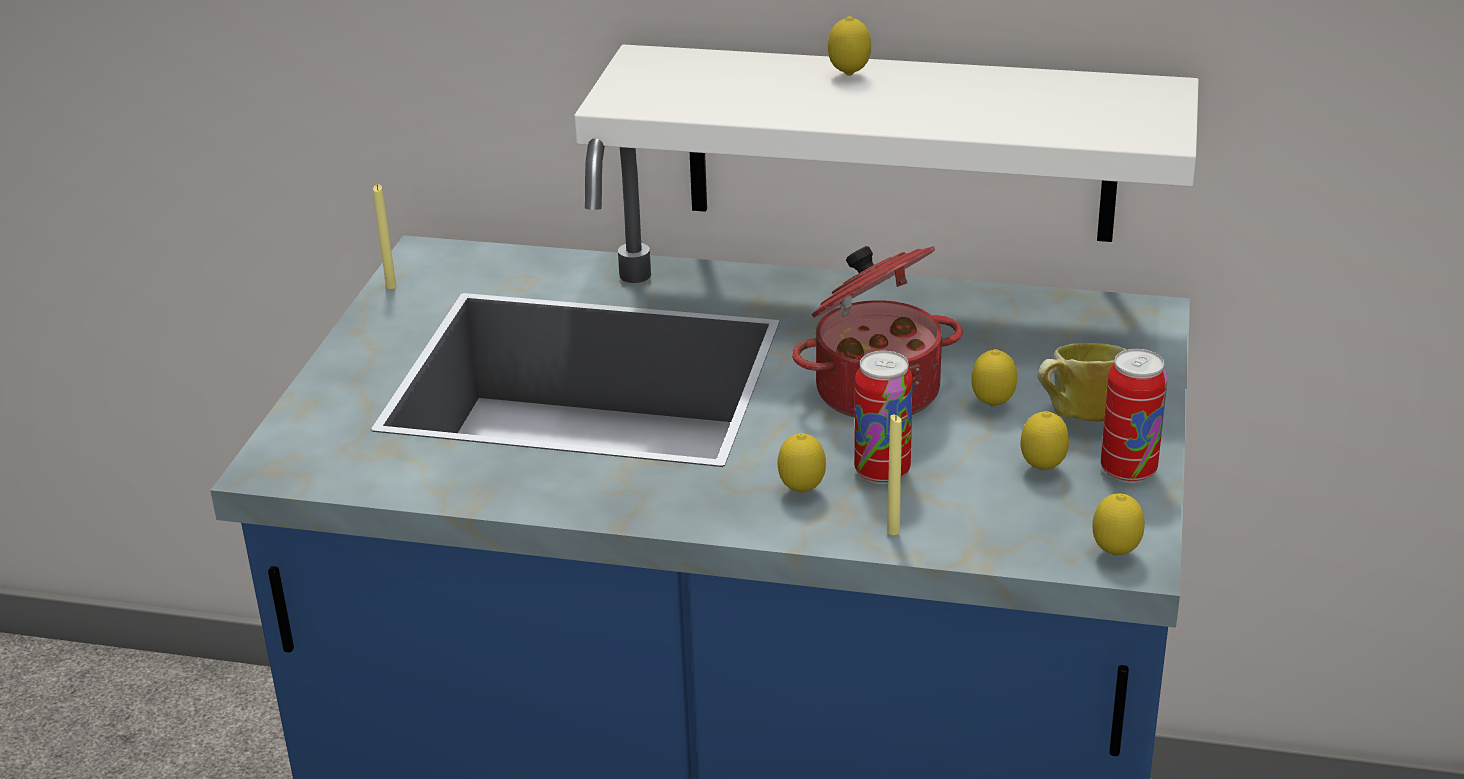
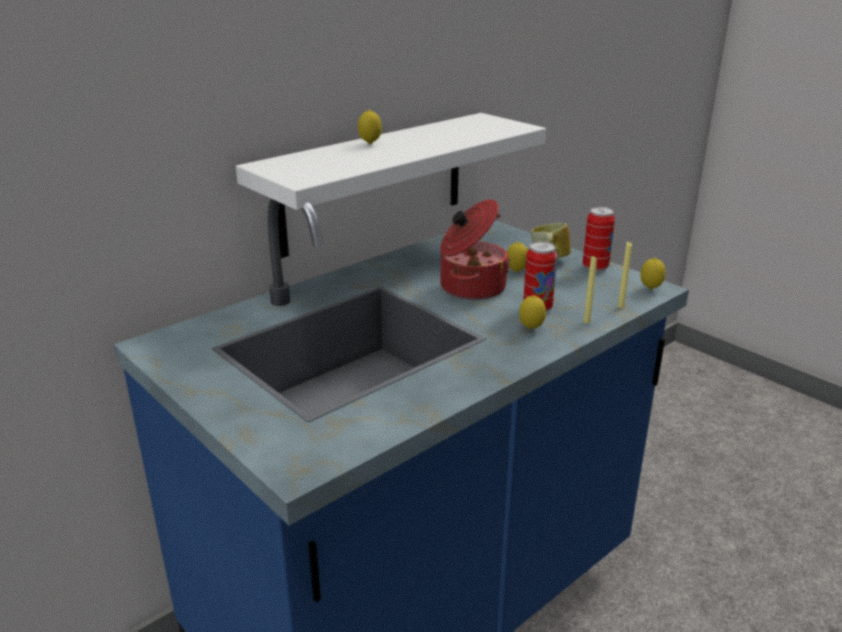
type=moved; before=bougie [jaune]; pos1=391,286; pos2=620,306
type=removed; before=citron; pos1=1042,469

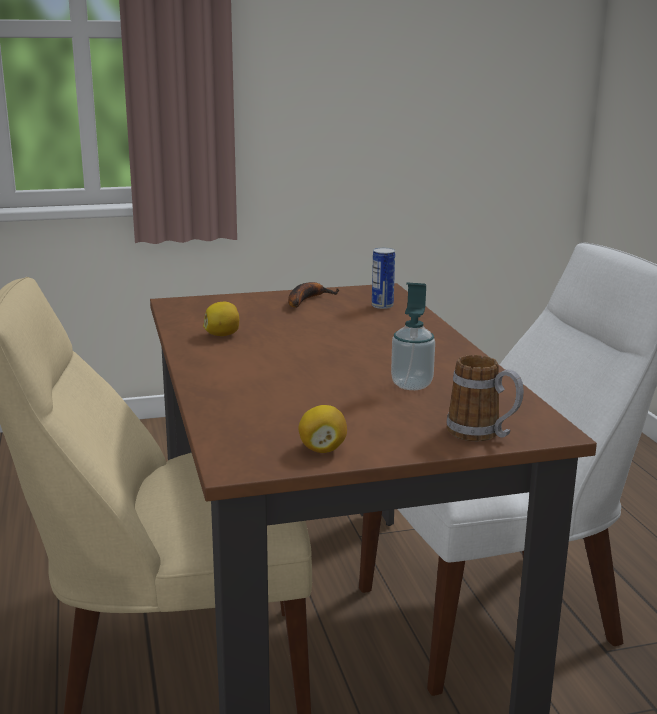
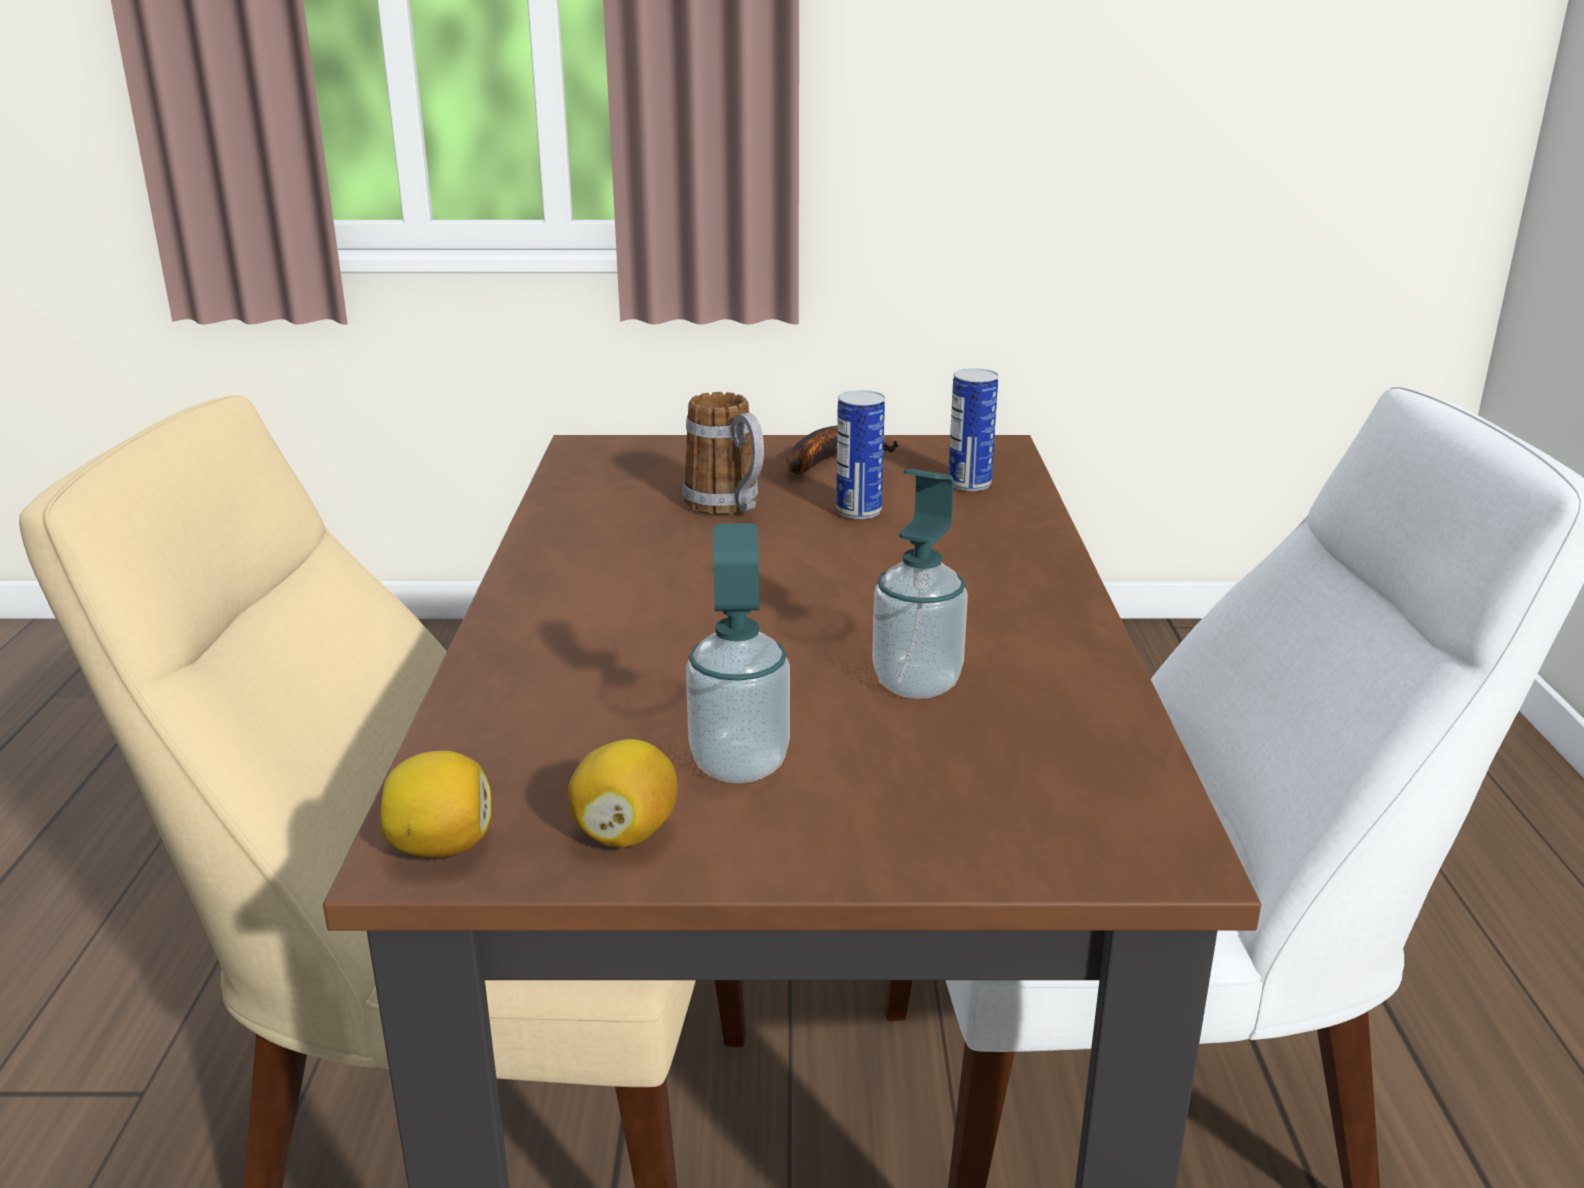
type=moved; before=citron; pos1=222,335; pos2=442,847
type=moved; before=mug; pos1=482,434; pos2=729,507
type=added; after=boîte métallique; pos2=858,511
type=added; after=distributeur de savon; pos2=739,764

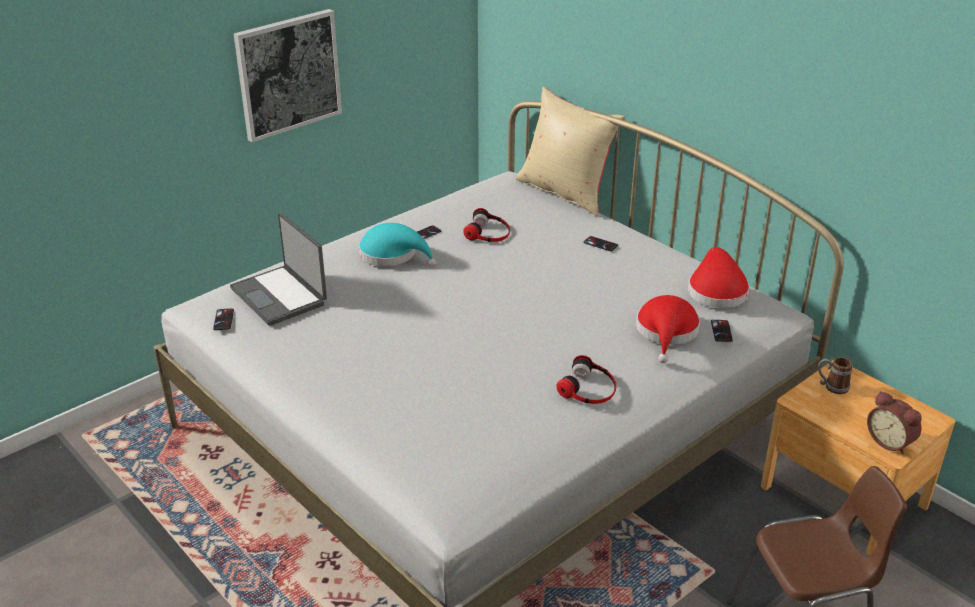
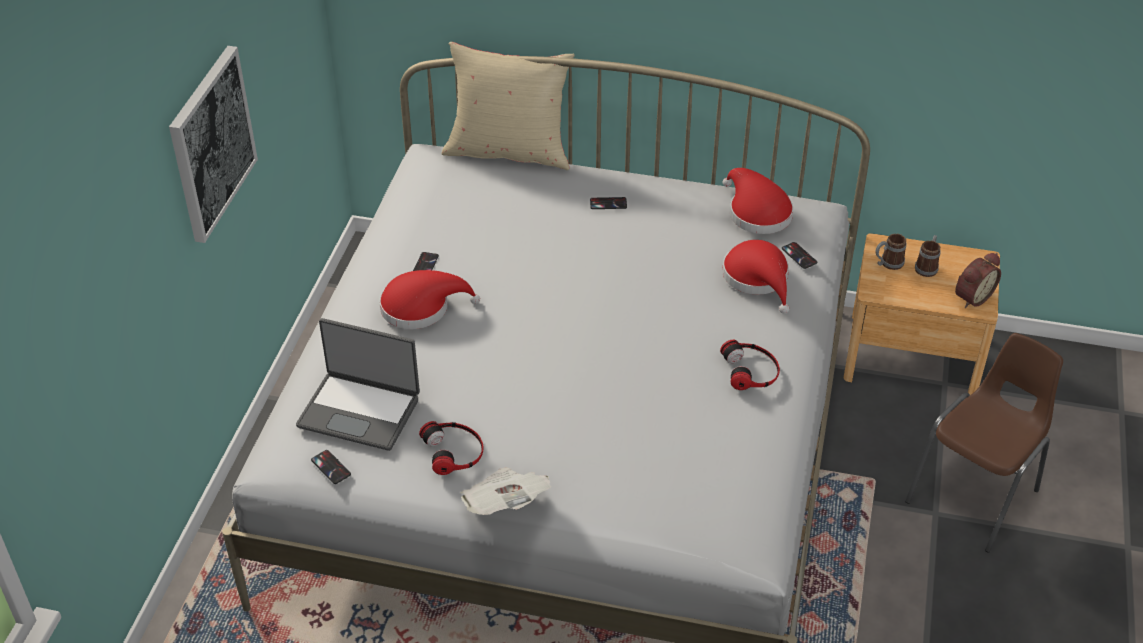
type=moved; before=casque audio; pos1=488,232; pos2=454,451
type=recoloured; before=chapeau [turquoise]; after=chapeau [rouge]; pos1=392,255; pos2=421,307
type=turned; before=réveil; pos1=890,441; pos2=971,297; turn=-60
type=added; after=mug; pos2=927,266
type=added; after=journal; pos2=505,505

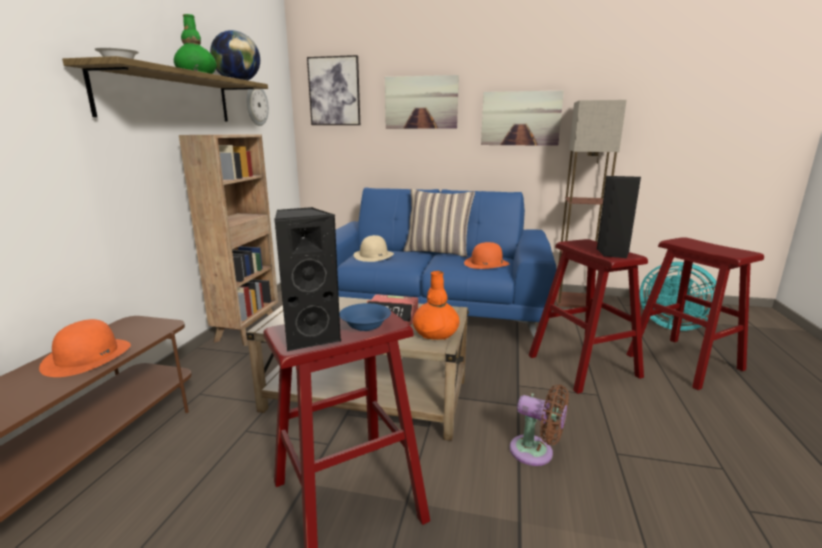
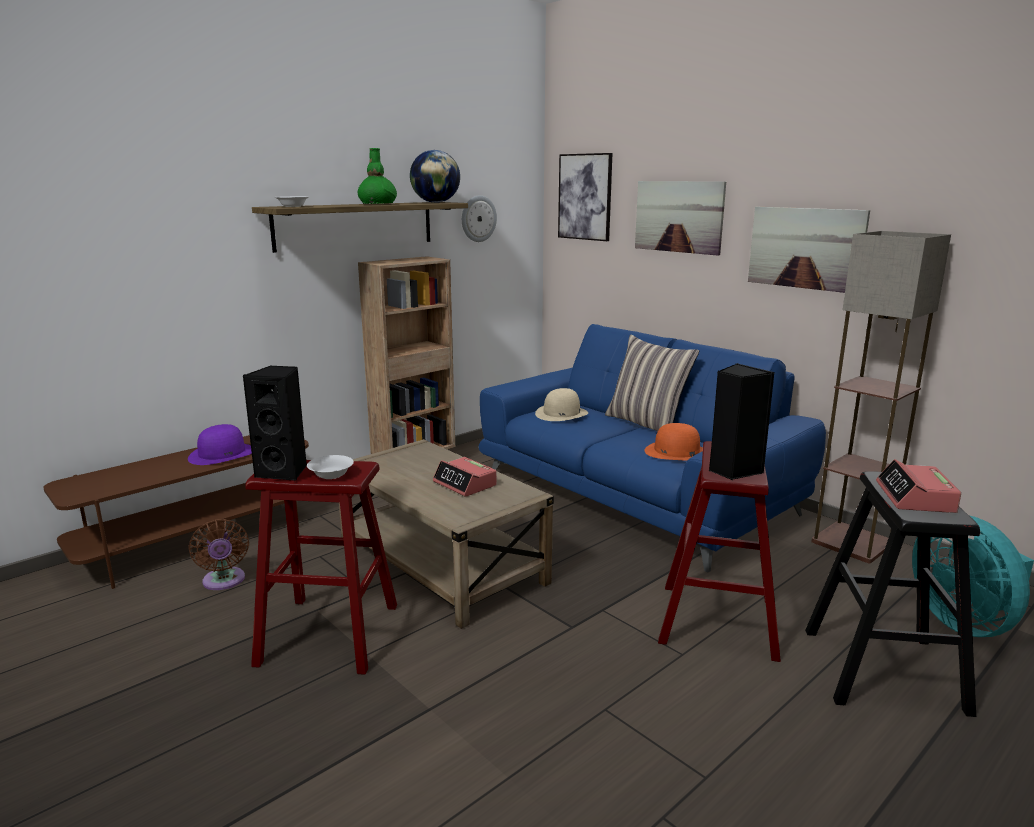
type=recoloured; before=tabouret [rouge]; after=tabouret [noir]; pos1=684,362; pos2=883,670
type=removed; before=vase [orange]; pos1=436,332
type=recoloured; before=bol [bleu]; after=bol [blanc]; pos1=364,326; pos2=330,475
type=recoloured; before=chapeau [orange]; after=chapeau [violet]; pos1=87,356; pos2=222,454
type=moved; before=ventilateur [marron]; pos1=536,452; pos2=224,582
type=added; after=réveil; pos2=915,498

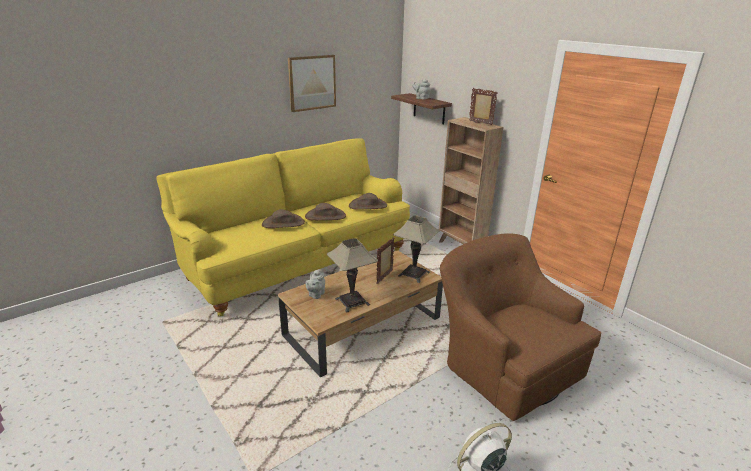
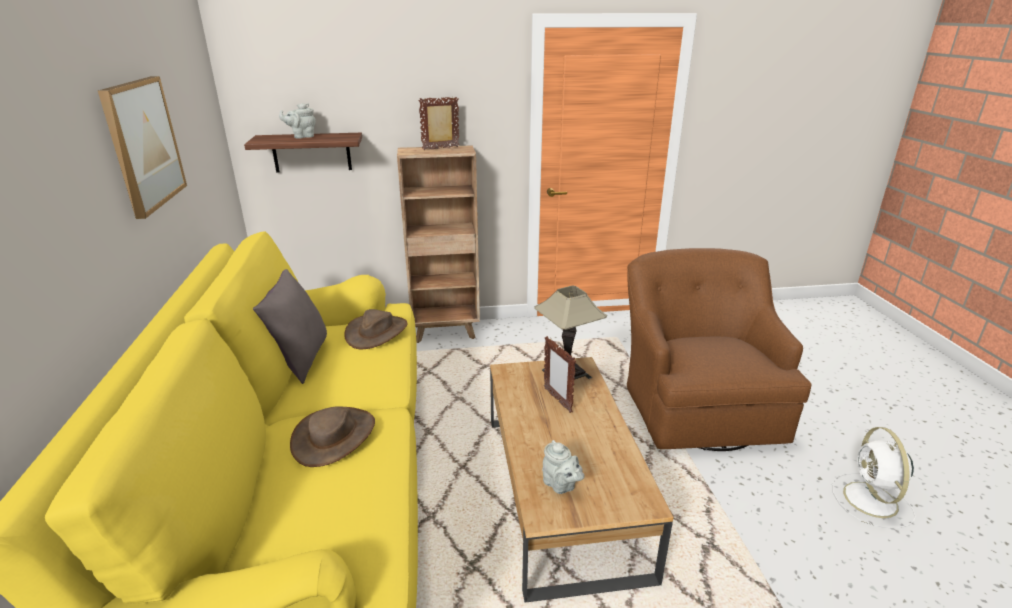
type=removed; before=chapeau [marron]; pos1=325,216
type=turned; before=fauteuil [marron]; pos1=504,364; pos2=697,404; turn=90
type=removed; before=lampe de table; pos1=352,302
type=added; after=coussin [gris]; pos2=300,360

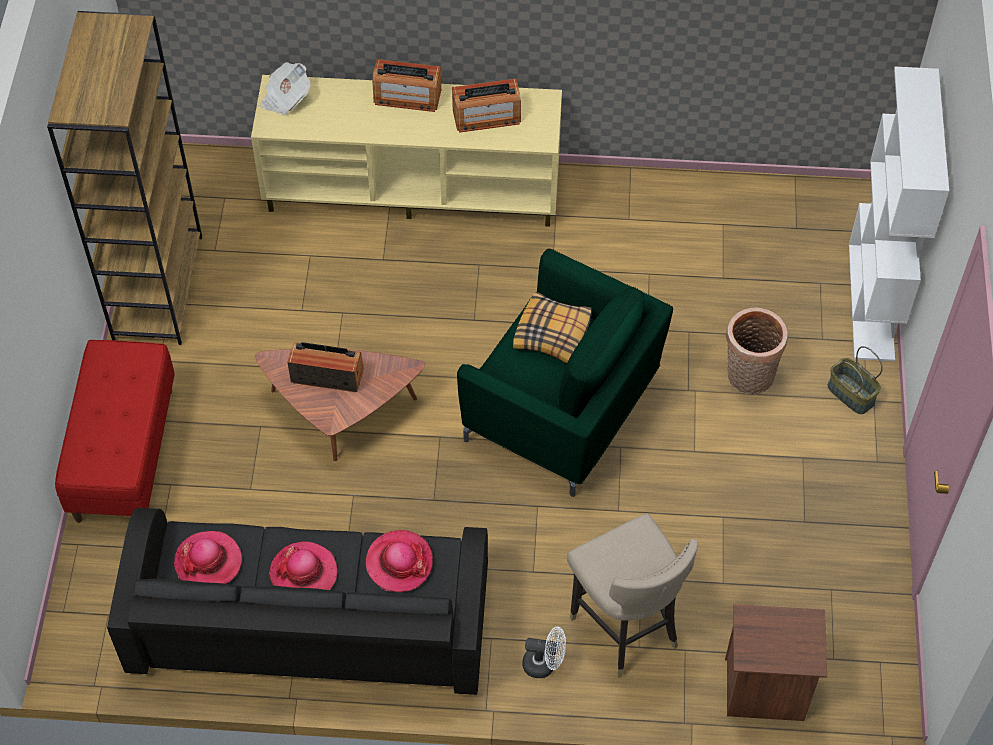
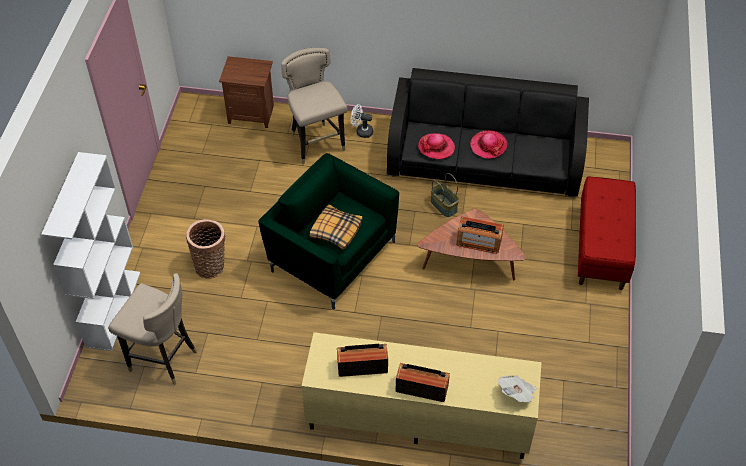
type=removed; before=bibliothèque [marron]; pos1=157,287
type=moved; before=panier; pos1=850,394; pos2=444,206
type=removed; before=chapeau; pos1=208,561
type=added; after=tabouret [beige]; pos2=163,359

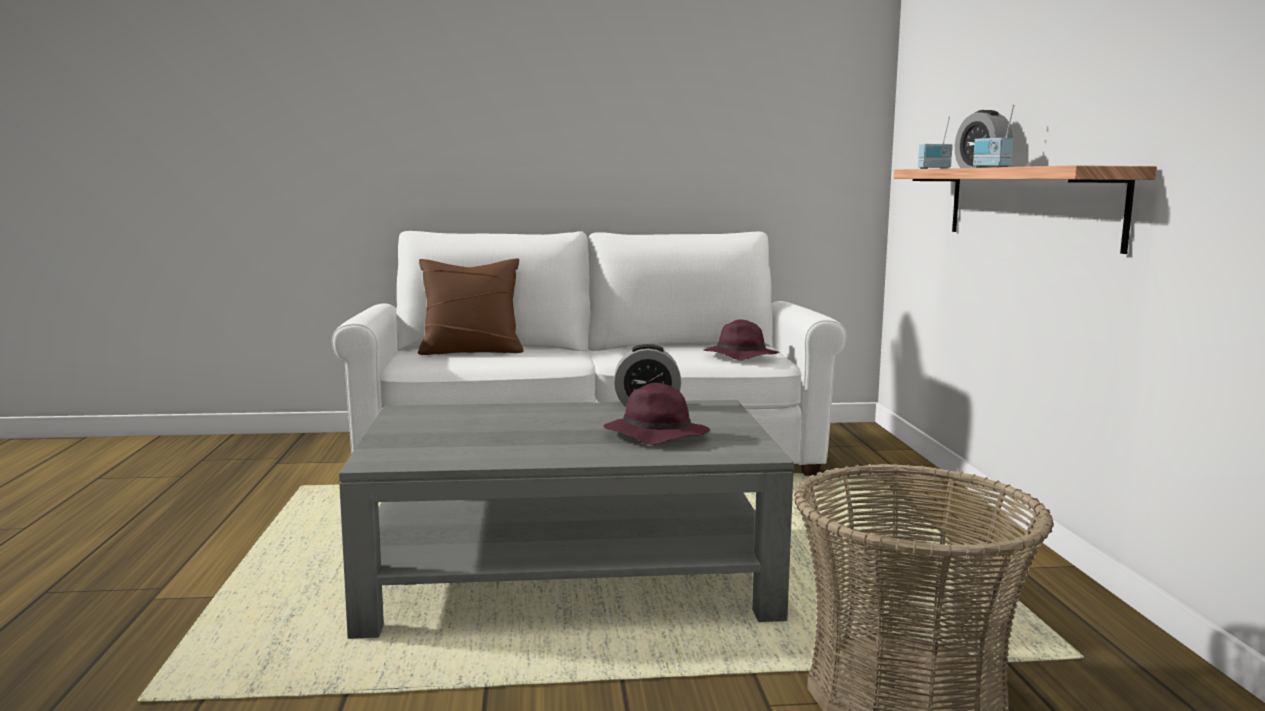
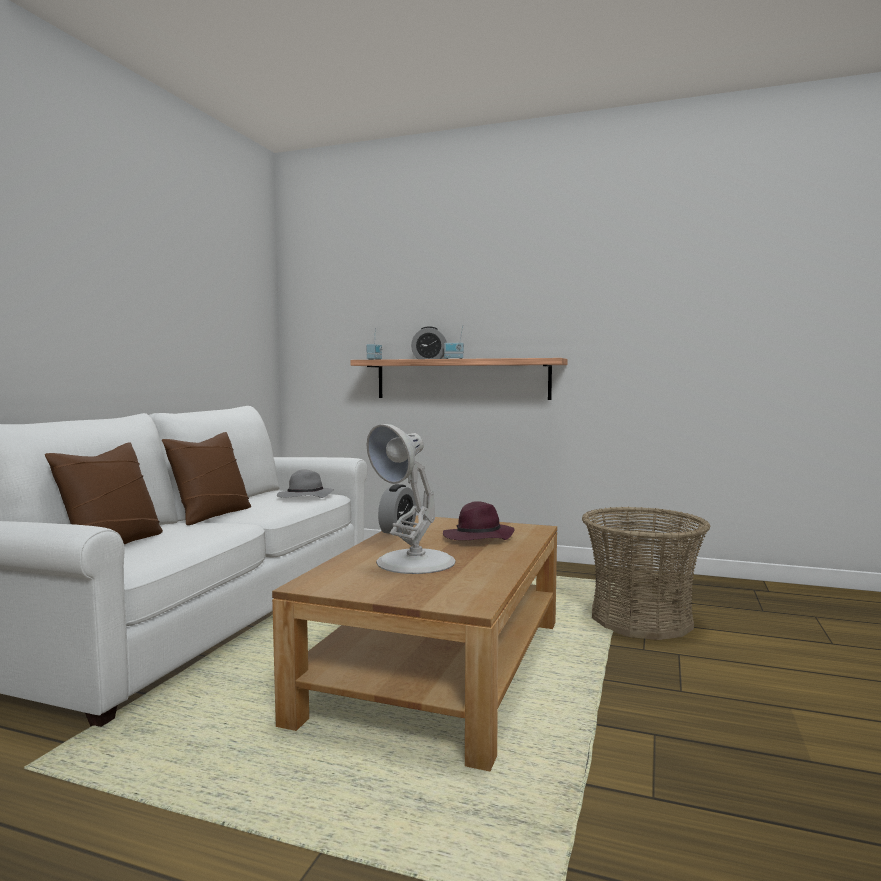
type=recoloured; before=chapeau [violet]; after=chapeau [gris]; pos1=739,357; pos2=304,497
type=recoloured; before=table basse [gris]; after=table basse [marron]; pos1=569,576; pos2=440,666
type=added; after=lampe de table [blanc]; pos2=414,562
type=added; after=coussin [marron]; pos2=211,515

